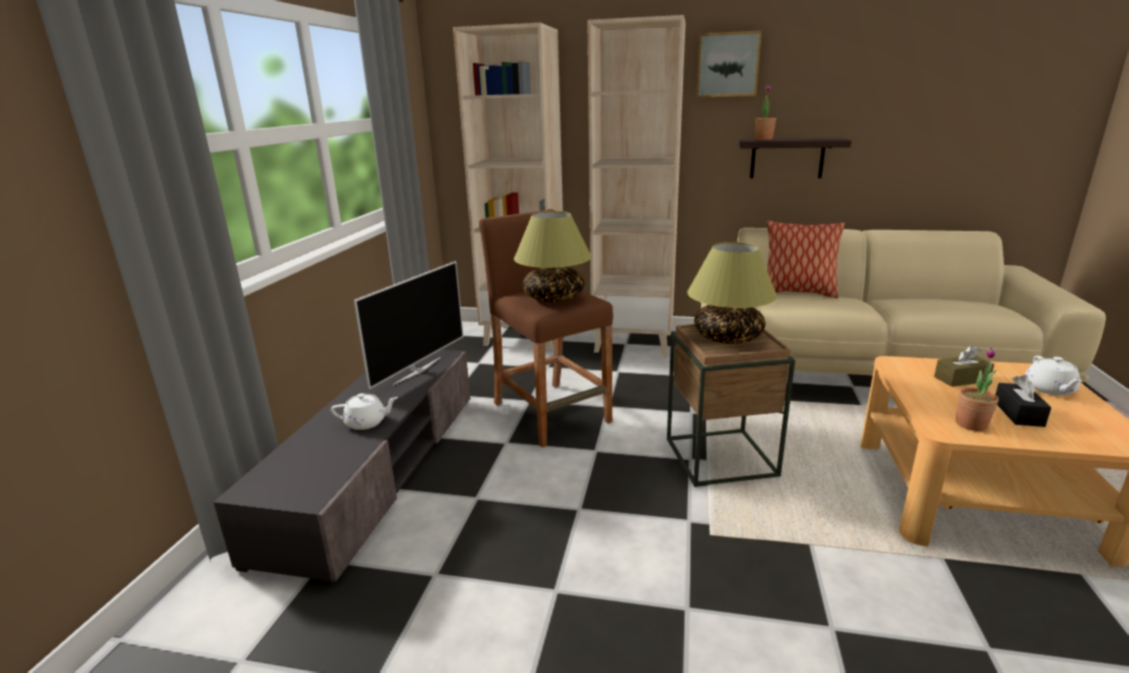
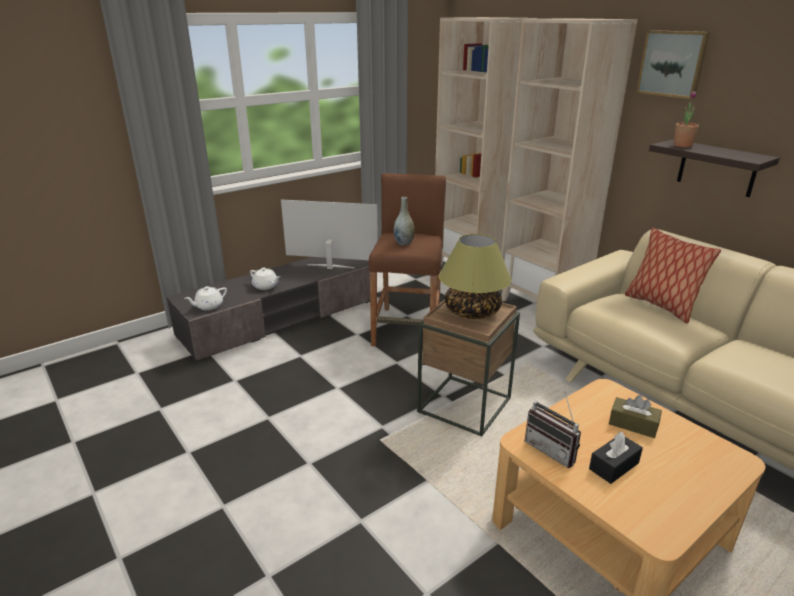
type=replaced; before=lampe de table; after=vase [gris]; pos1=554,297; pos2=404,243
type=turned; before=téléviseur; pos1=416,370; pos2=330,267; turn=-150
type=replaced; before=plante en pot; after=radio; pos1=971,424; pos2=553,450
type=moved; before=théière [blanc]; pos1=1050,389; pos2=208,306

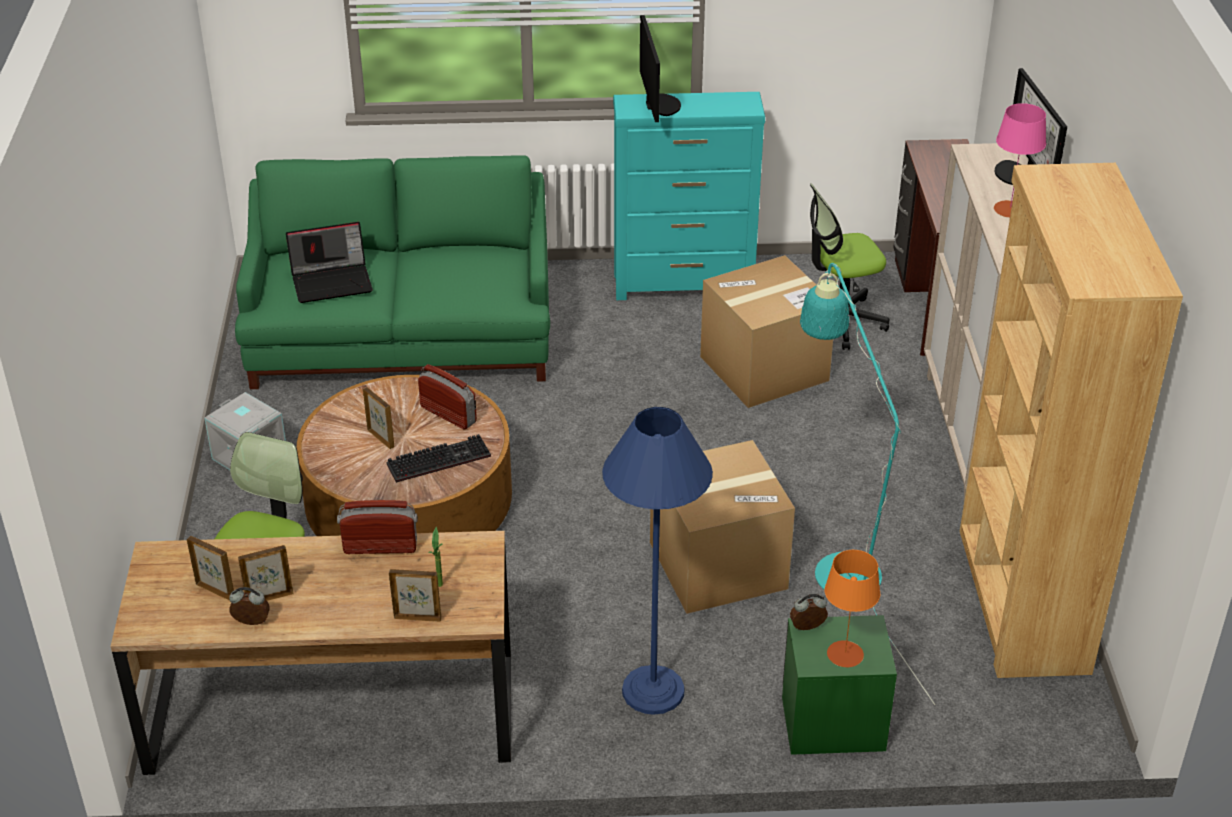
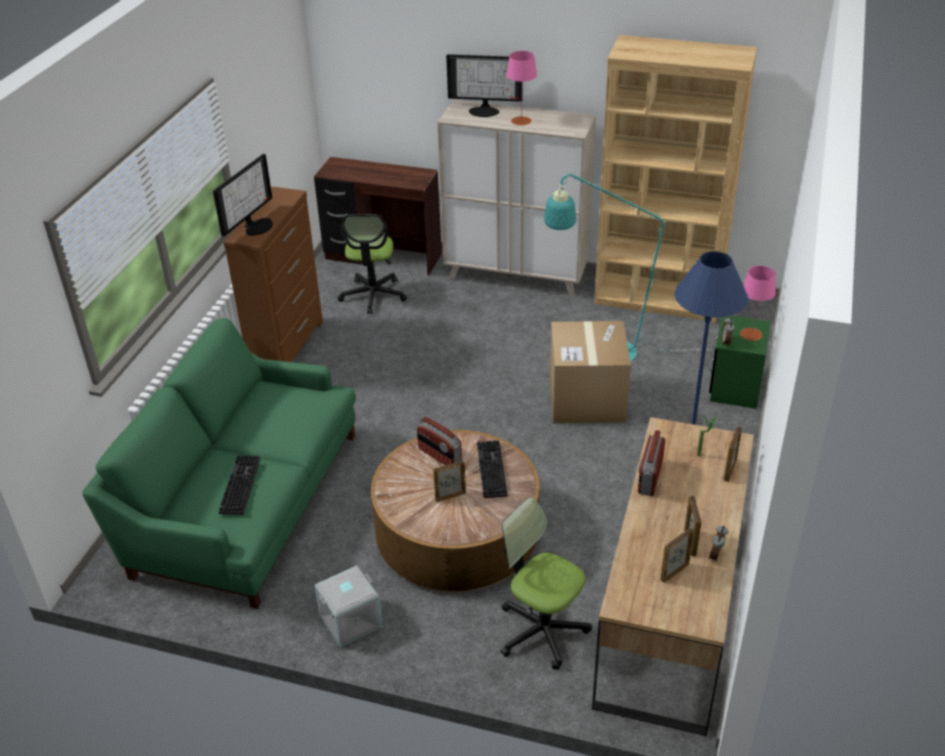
type=turned; before=écran d'ordinateur; pos1=659,105; pos2=256,226; turn=105
type=recoloured; before=commode [turquoise]; after=commode [marron]; pos1=684,285; pos2=288,348
type=replaced; before=ordinateur portable; after=clavier; pos1=333,281; pos2=239,485
type=removed; before=carton; pos1=764,368
type=turned; before=radio; pos1=448,414; pos2=439,456; turn=-105
type=recoloured; before=lampe de table [orange]; after=lampe de table [rose]; pos1=845,654; pos2=751,334

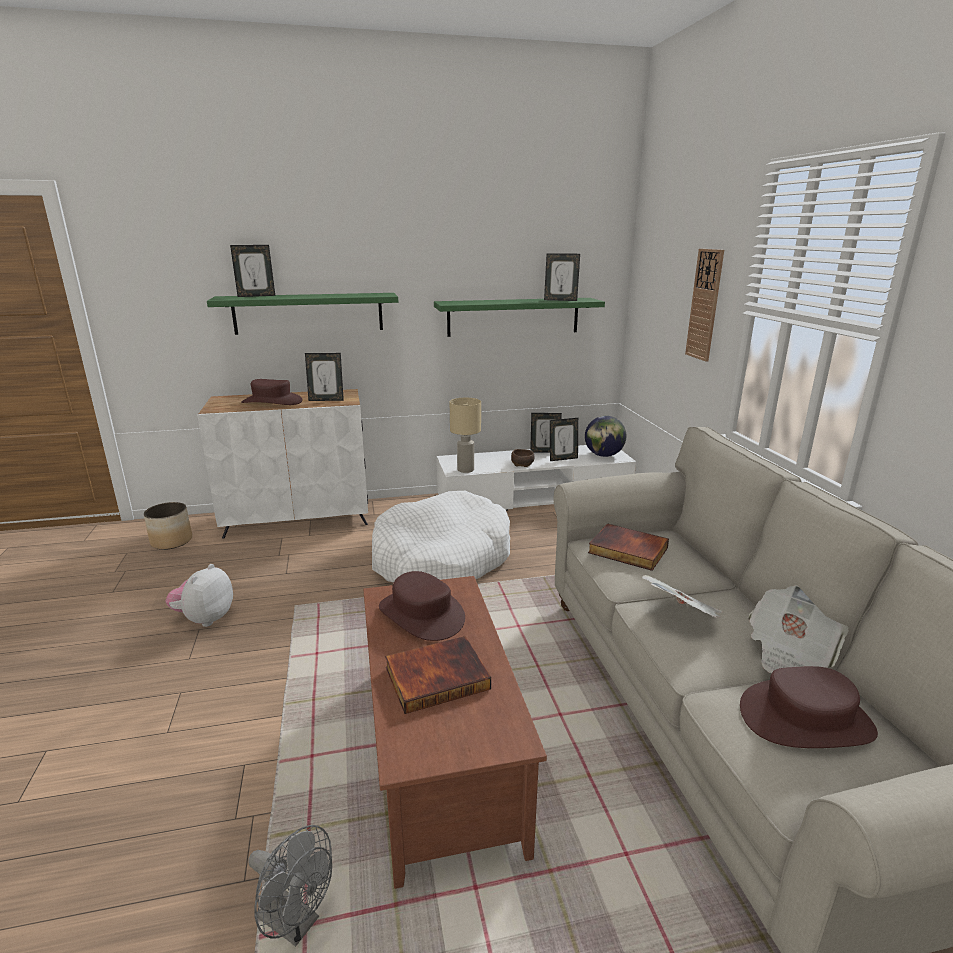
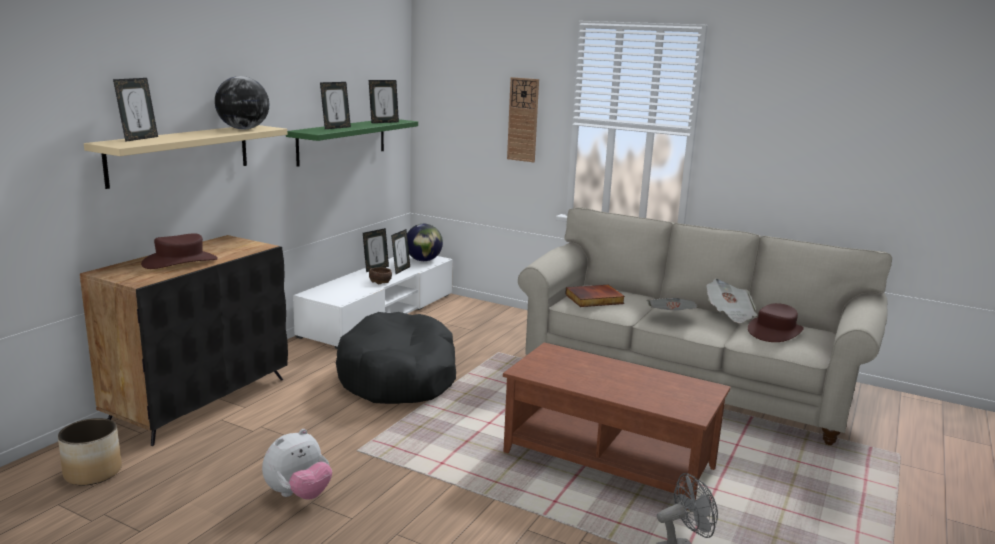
type=recoloured; before=étagère [vert]; after=étagère [beige]; pos1=308,313; pos2=180,154
type=moved; before=cadre photo; pos1=326,400; pos2=336,128
type=recoloured; before=meuble de rangement [blanc]; after=meuble de rangement [noir]; pos1=299,519; pos2=200,400
type=removed; before=lampe de table [beige]; pos1=465,470
type=recoloured; before=panier pour chien [blanc]; after=panier pour chien [noir]; pos1=441,558; pos2=399,376
type=turned; before=peluche; pos1=205,619; pos2=298,495; turn=-105
type=removed; before=chapeau [marron]; pos1=422,614
type=removed; before=livre; pos1=437,676
type=added; after=globe; pos2=244,129

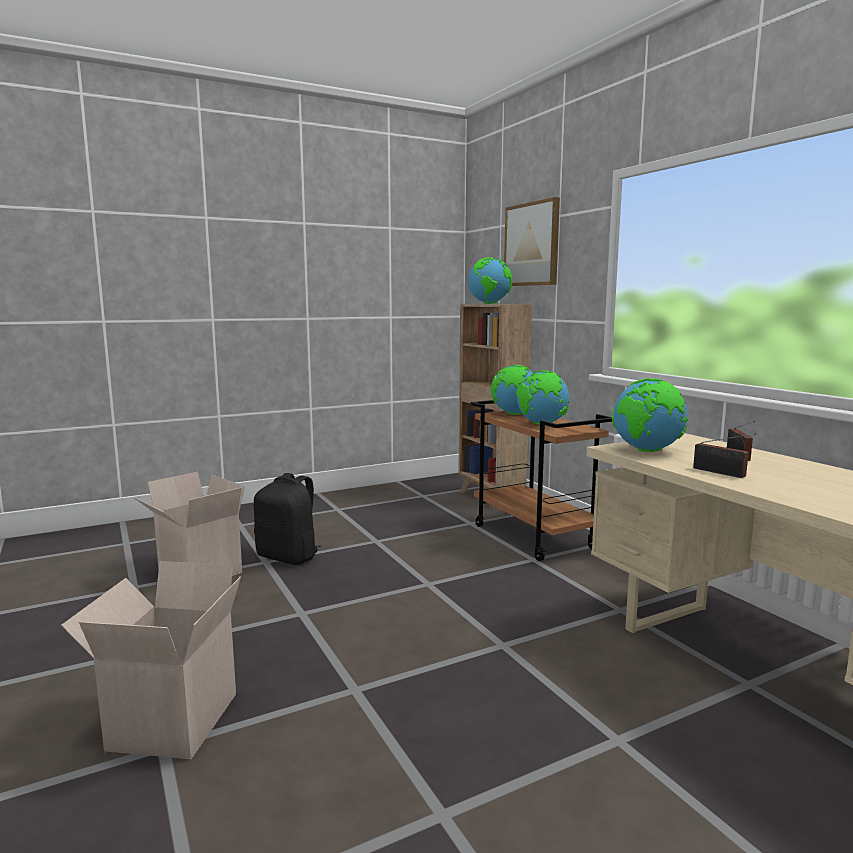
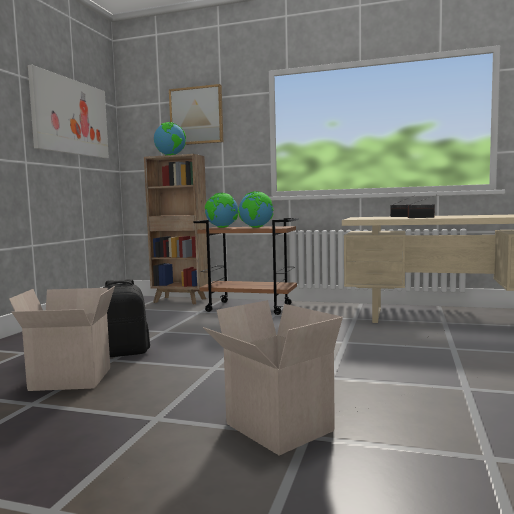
type=removed; before=globe; pos1=647,451
type=added; after=tableau; pos2=70,117

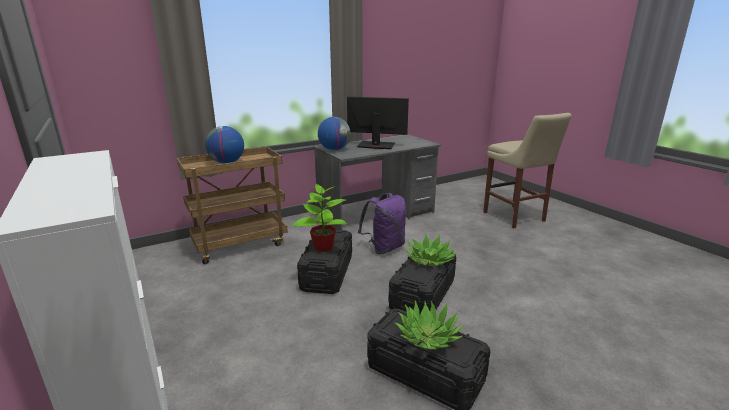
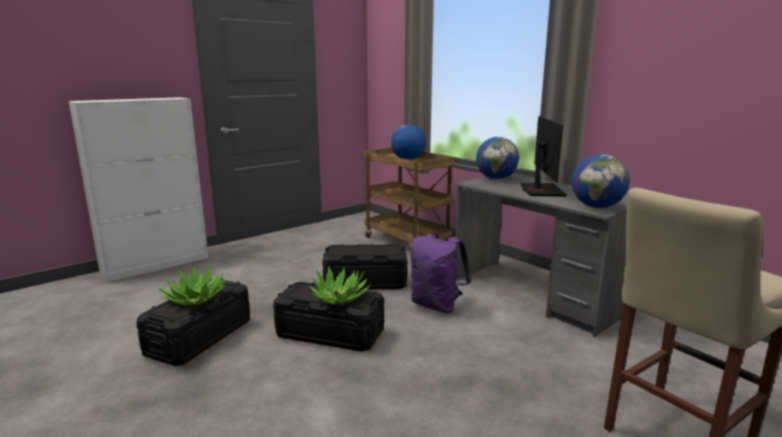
type=removed; before=plante en pot; pos1=323,247
type=added; after=globe; pos2=597,207

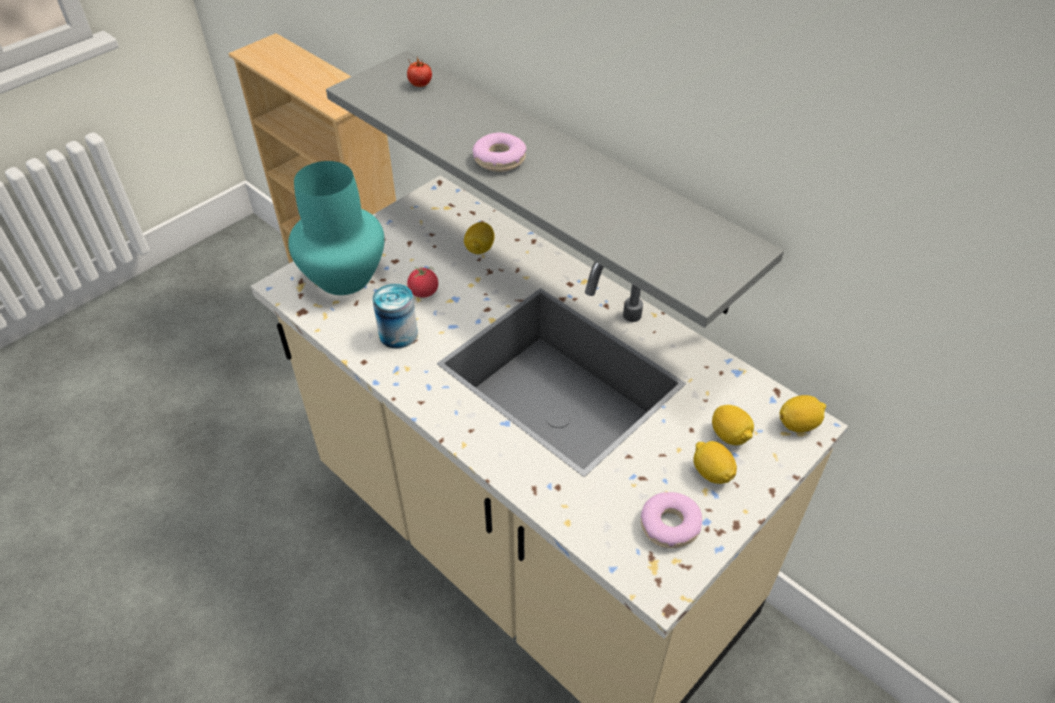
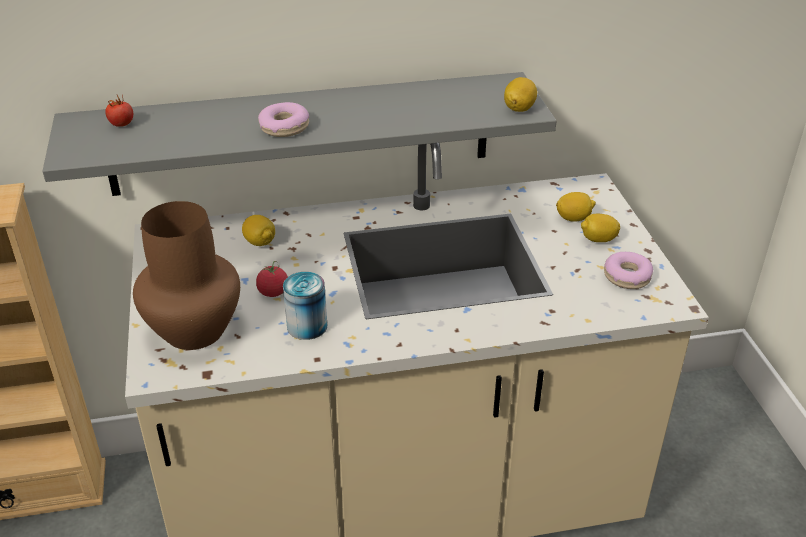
type=recoloured; before=vase [turquoise]; after=vase [marron]; pos1=344,276; pos2=193,330
type=moved; before=citron; pos1=798,424; pos2=519,108

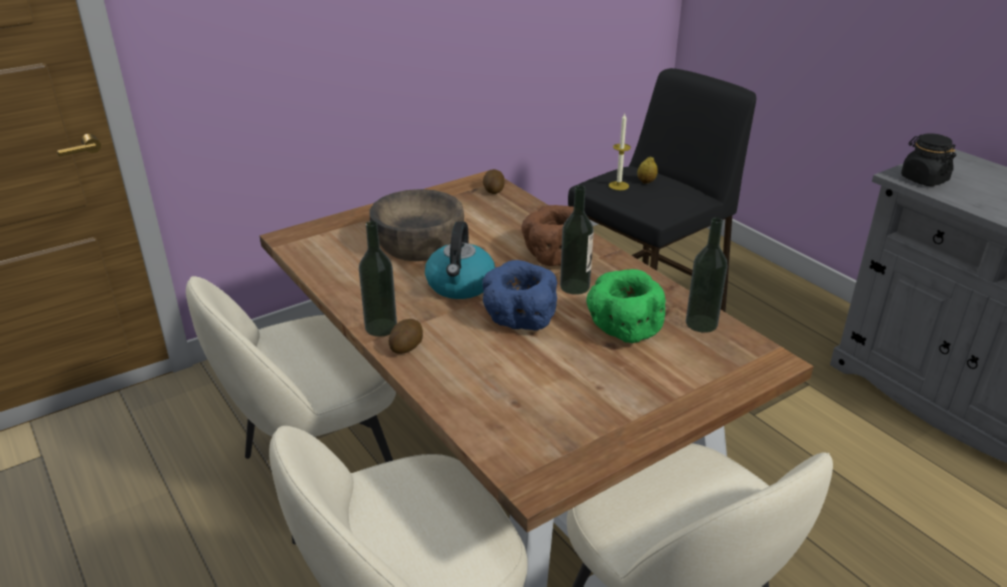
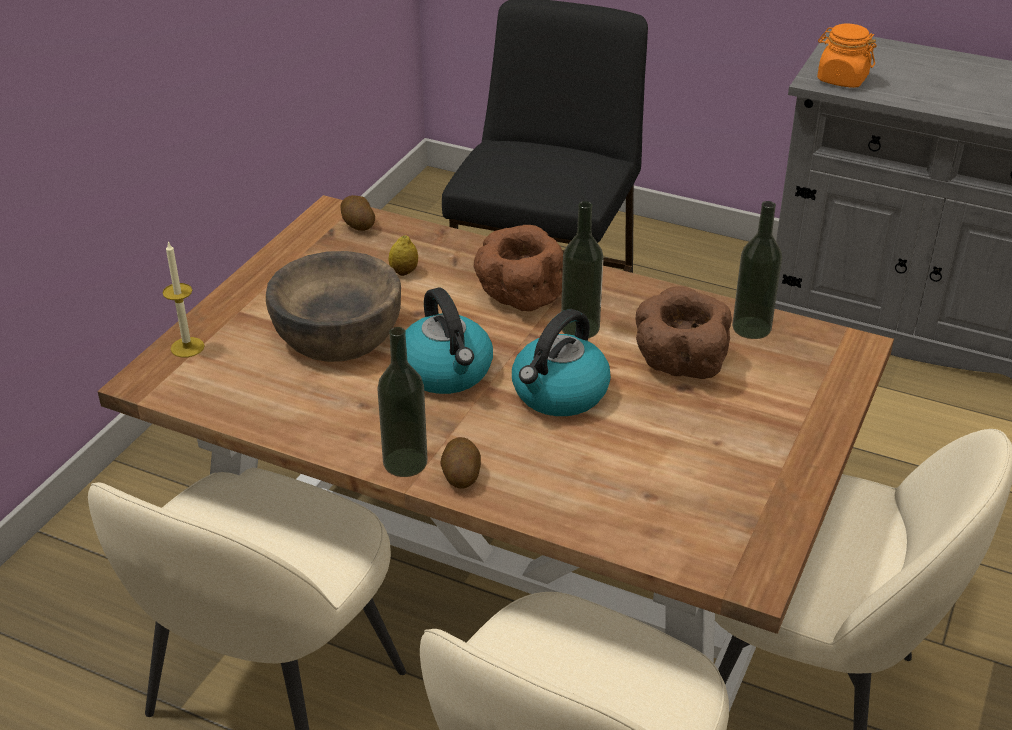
type=moved; before=bougie; pos1=618,186; pos2=187,347
type=recoloured; before=bocal [noir]; after=bocal [orange]; pos1=923,179; pos2=841,79
type=moved; before=citron; pos1=646,182; pos2=404,272
type=replaced; before=bol [bleu]; after=bouilloire; pos1=519,321; pos2=559,394
type=recoloured; before=bol [vert]; after=bol [marron]; pos1=622,330; pos2=680,364

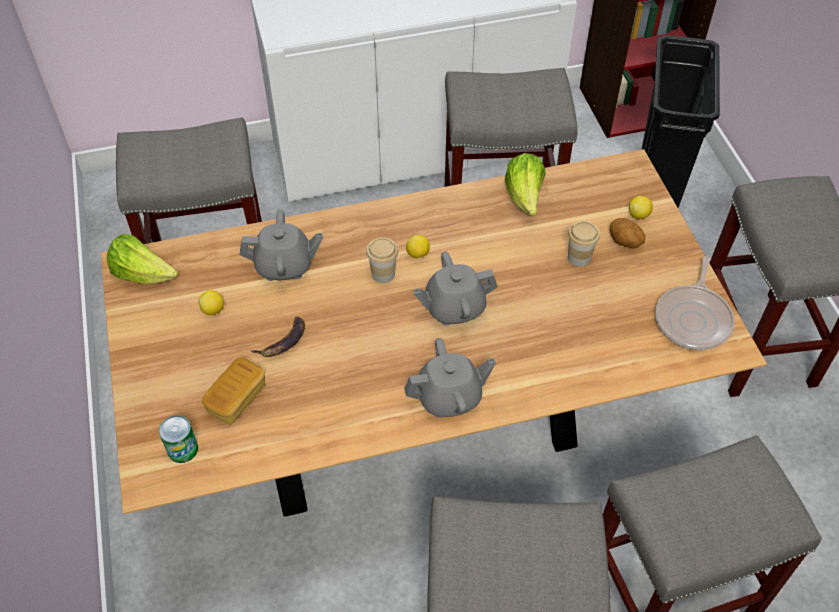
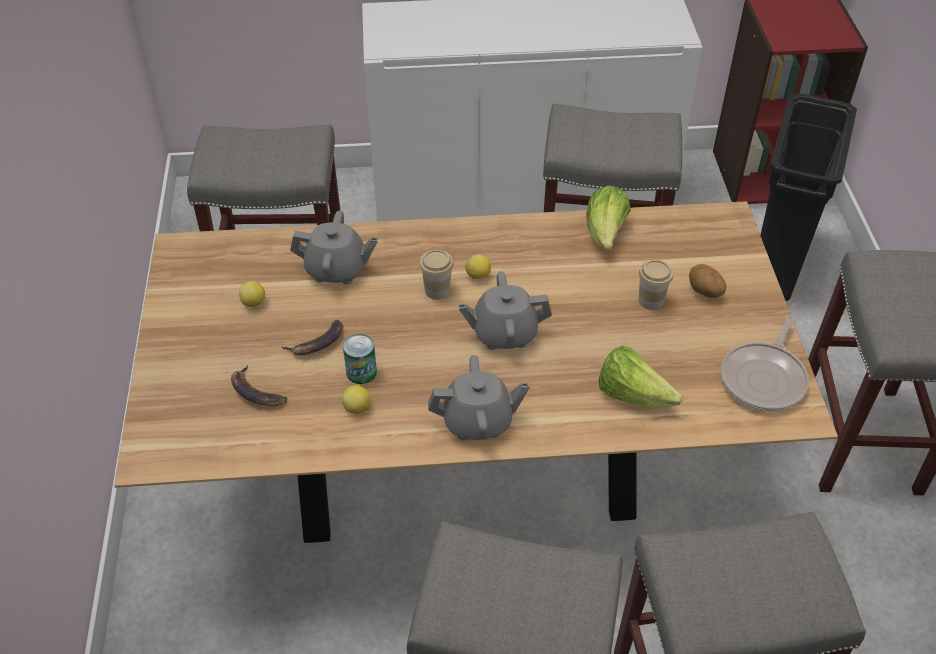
type=moved; before=citron; pos1=638,215; pos2=357,408
type=moved; before=laitue; pos1=143,275; pos2=633,395
type=replaced; before=pain; after=banane; pos1=237,399; pos2=256,392
type=moved; before=boîte métallique; pos1=182,449; pos2=361,372

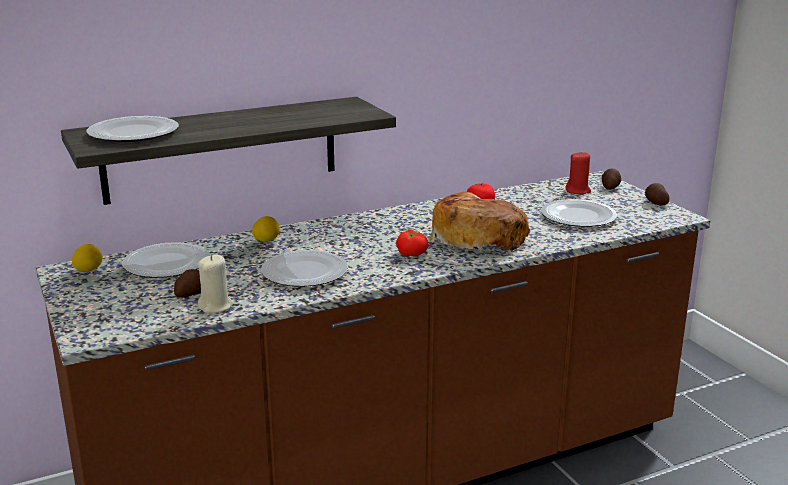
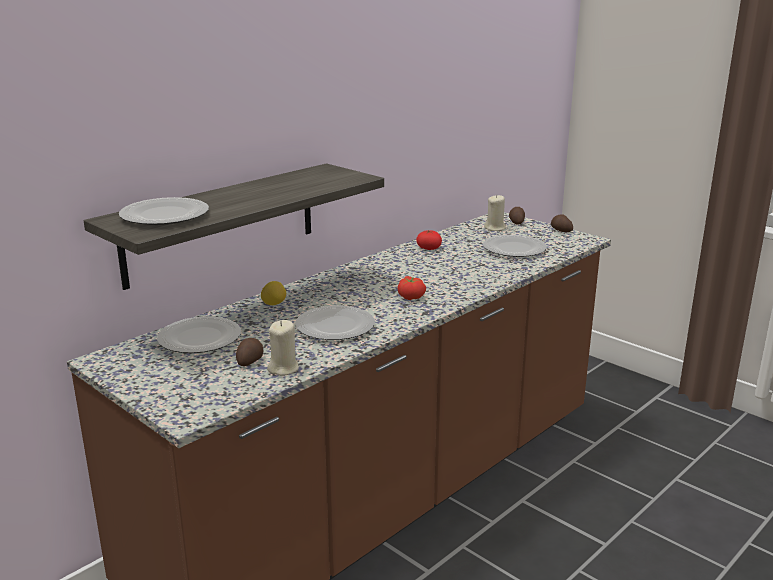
type=recoloured; before=bougie [rouge]; after=bougie [beige]; pos1=578,191; pos2=495,228
type=removed; before=pain; pos1=477,239
type=removed; before=citron; pos1=88,270

